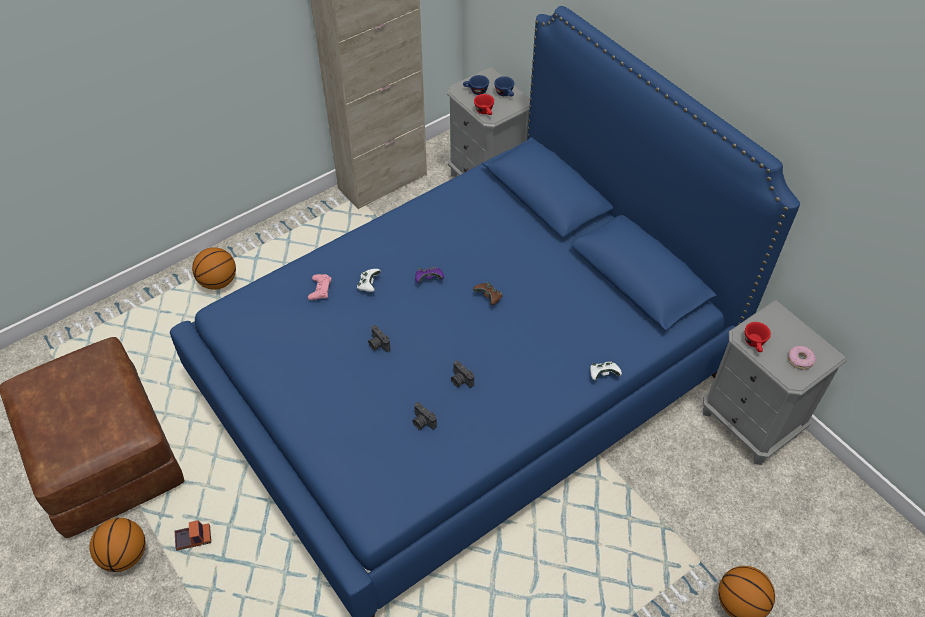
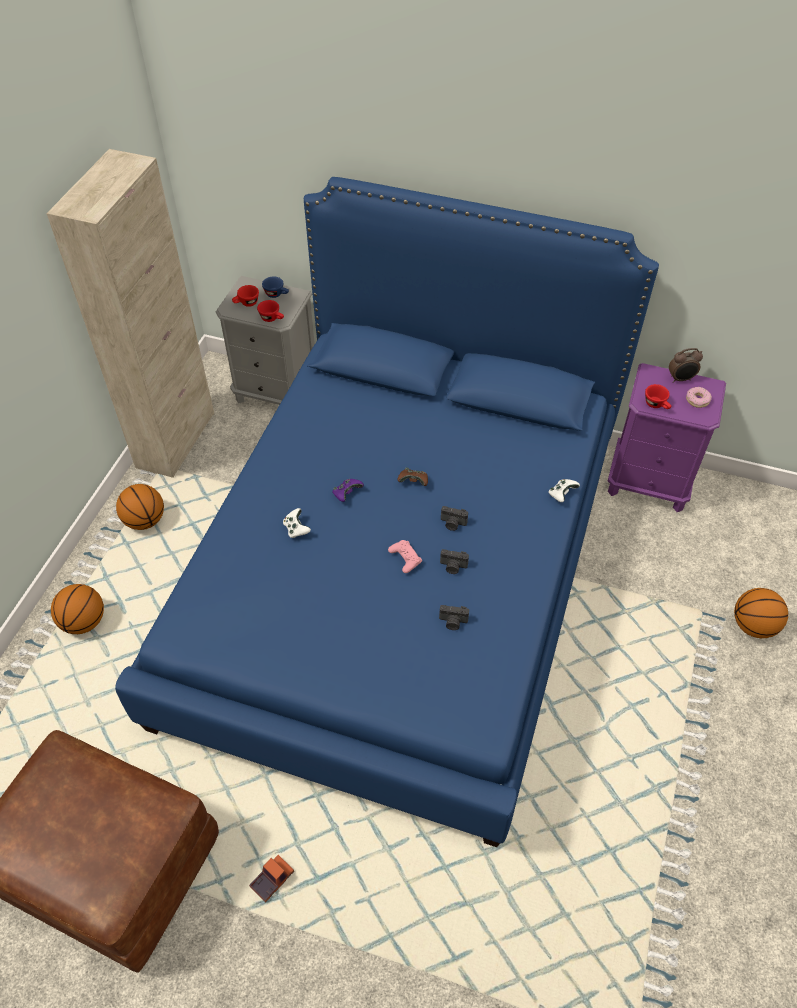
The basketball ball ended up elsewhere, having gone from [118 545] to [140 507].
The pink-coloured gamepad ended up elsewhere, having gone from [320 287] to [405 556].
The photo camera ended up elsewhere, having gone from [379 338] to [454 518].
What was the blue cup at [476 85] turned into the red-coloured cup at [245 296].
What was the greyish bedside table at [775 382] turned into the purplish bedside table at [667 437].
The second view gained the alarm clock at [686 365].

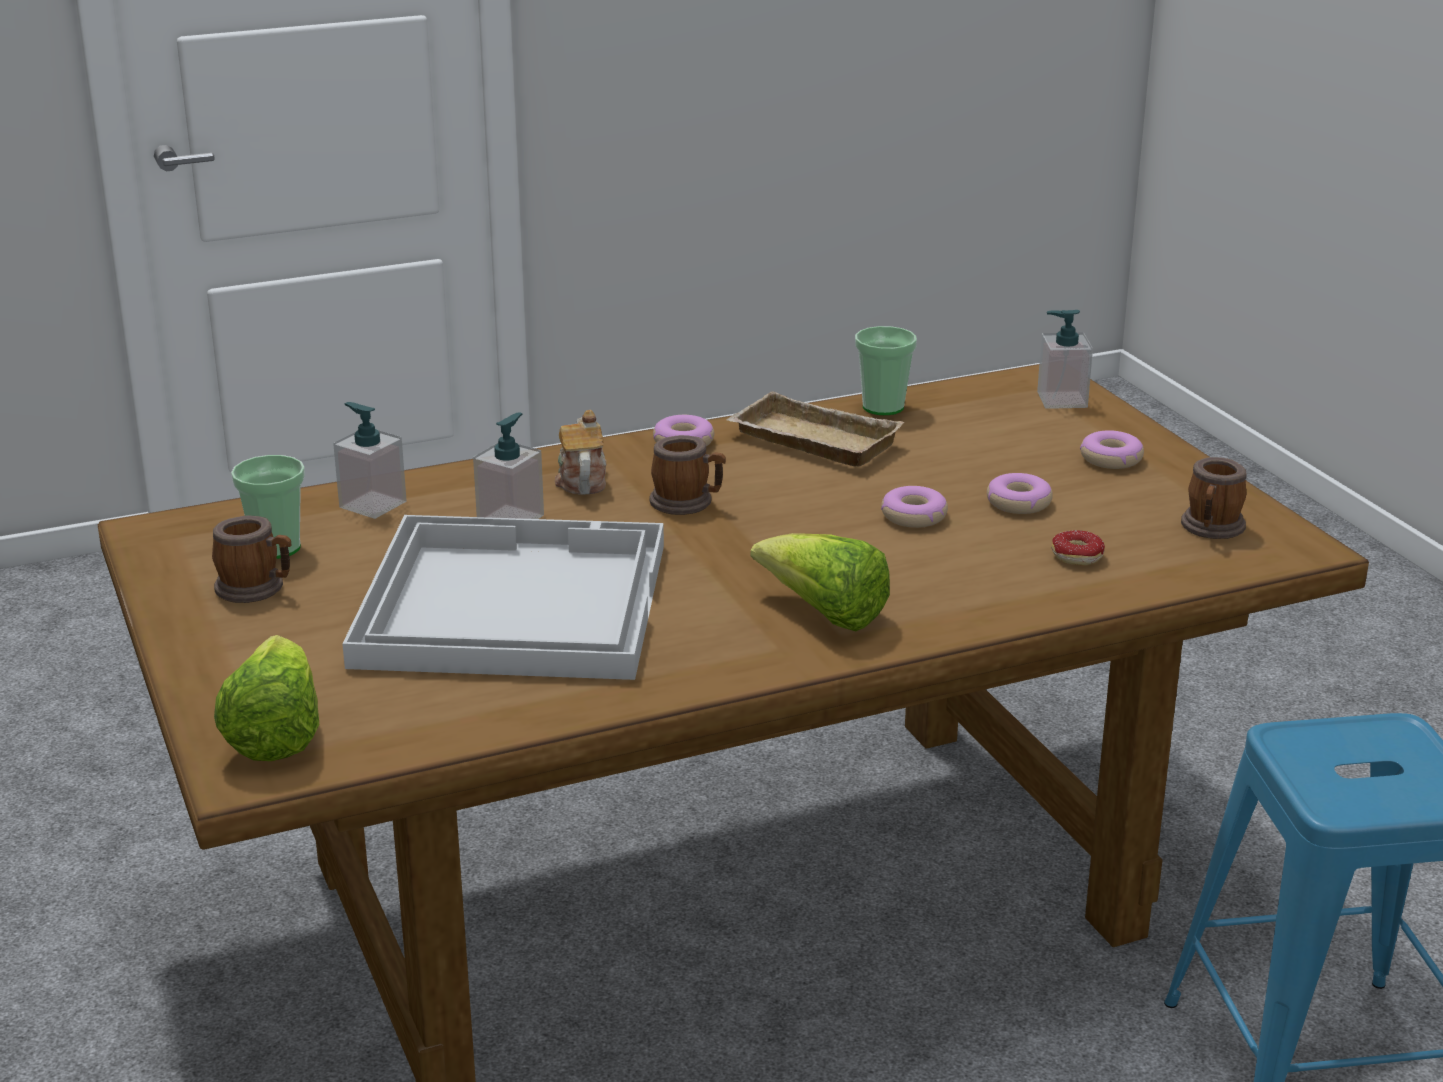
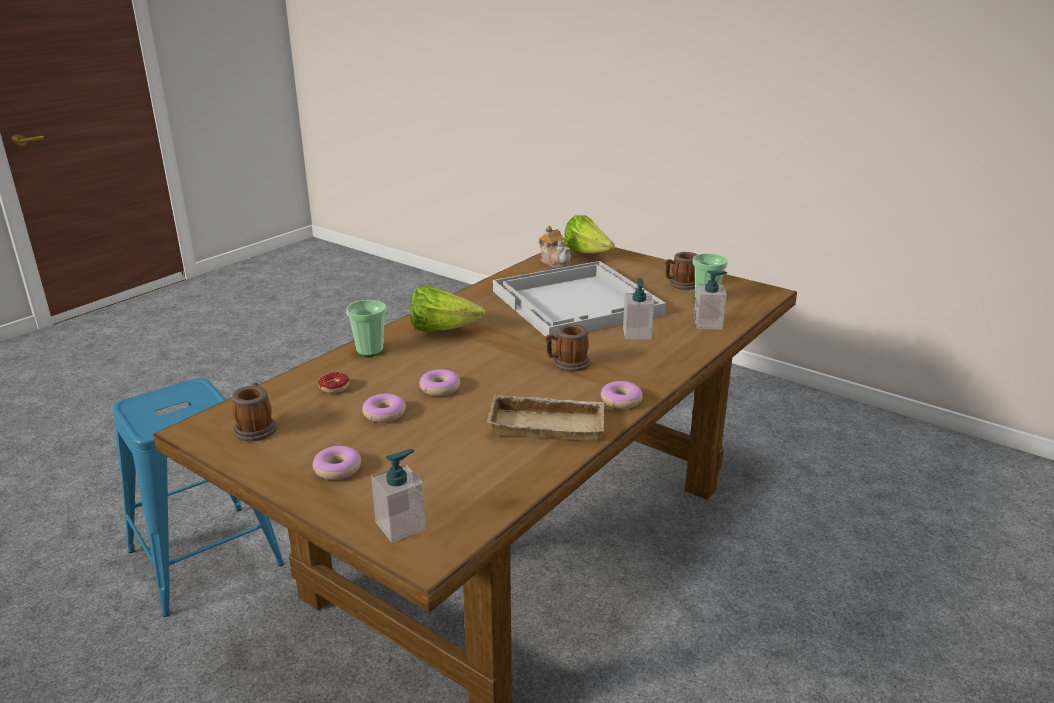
The pot for tea ended up elsewhere, having gone from [580 452] to [555 246].
The cup ended up elsewhere, having gone from [886 370] to [366 328].

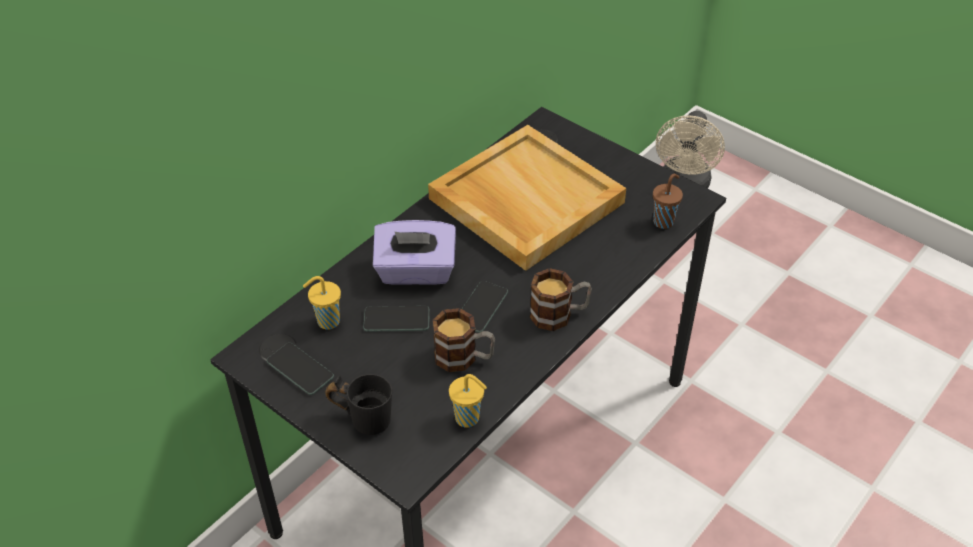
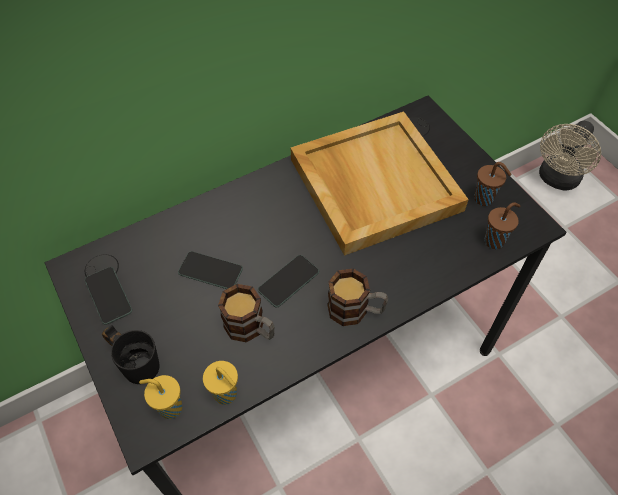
The yellow-coloured cup ended up elsewhere, having gone from [322 302] to [160 397].
The second view lost the purplish tissue box at [414 252].
The second view gained the brown-coloured cup at [492 184].

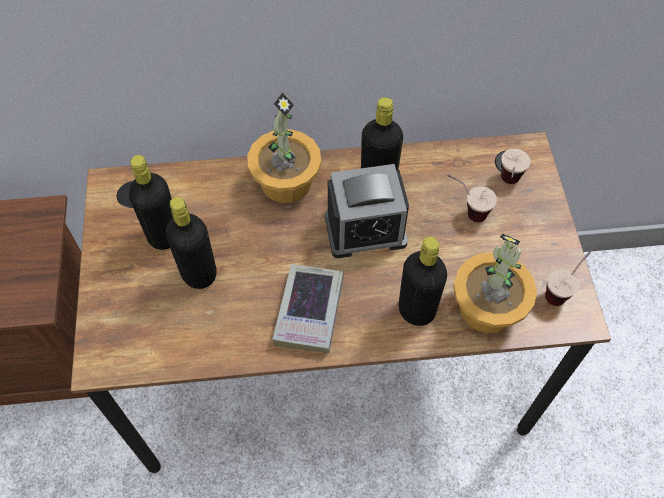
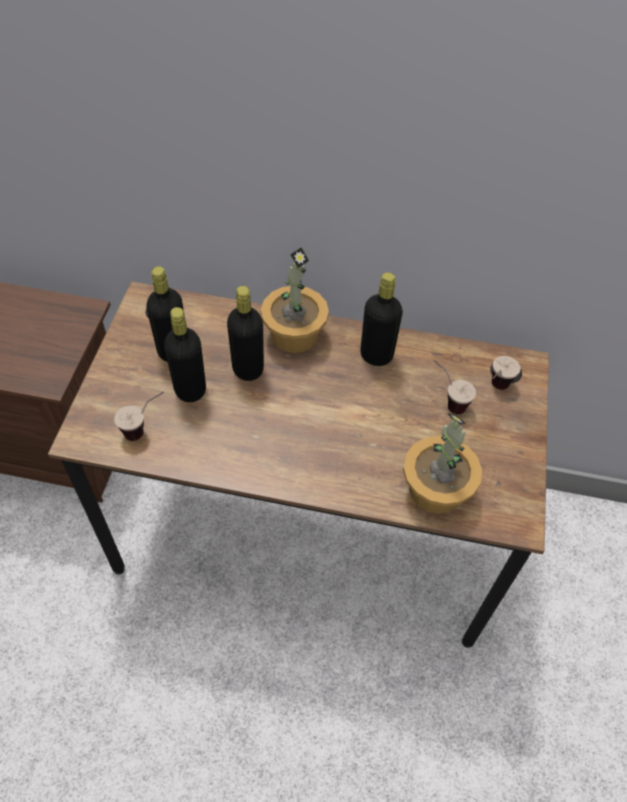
The second view lost the book at [308 308].
The second view lost the alarm clock at [367 211].
The black-coloured drink bottle ended up elsewhere, having gone from [422 281] to [245 333].
The cup ended up elsewhere, having gone from [570 276] to [139 416].

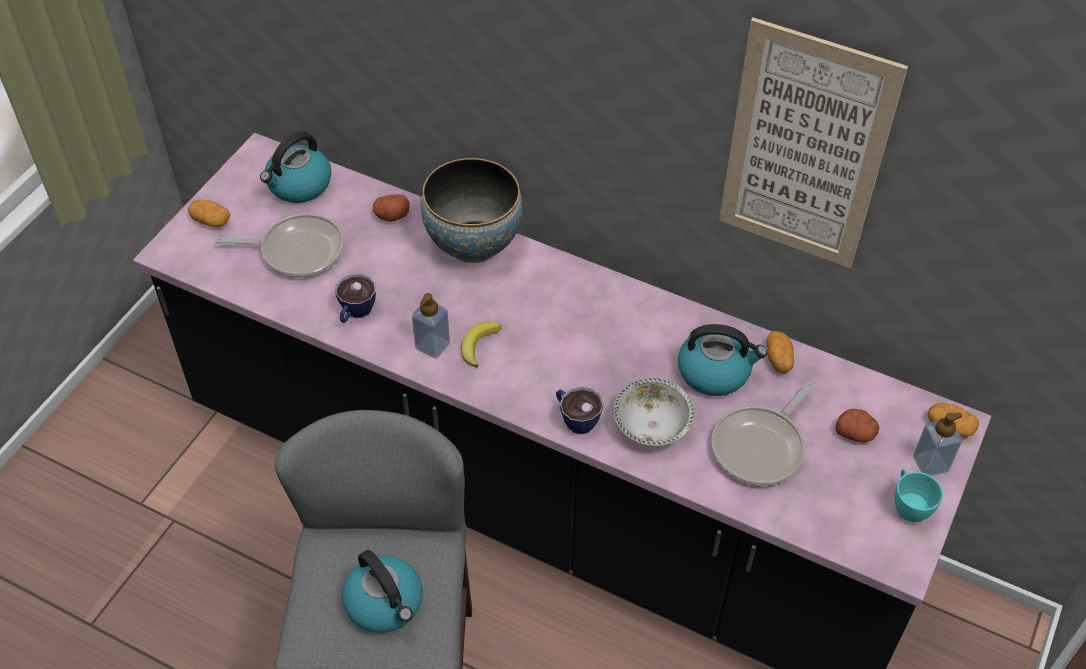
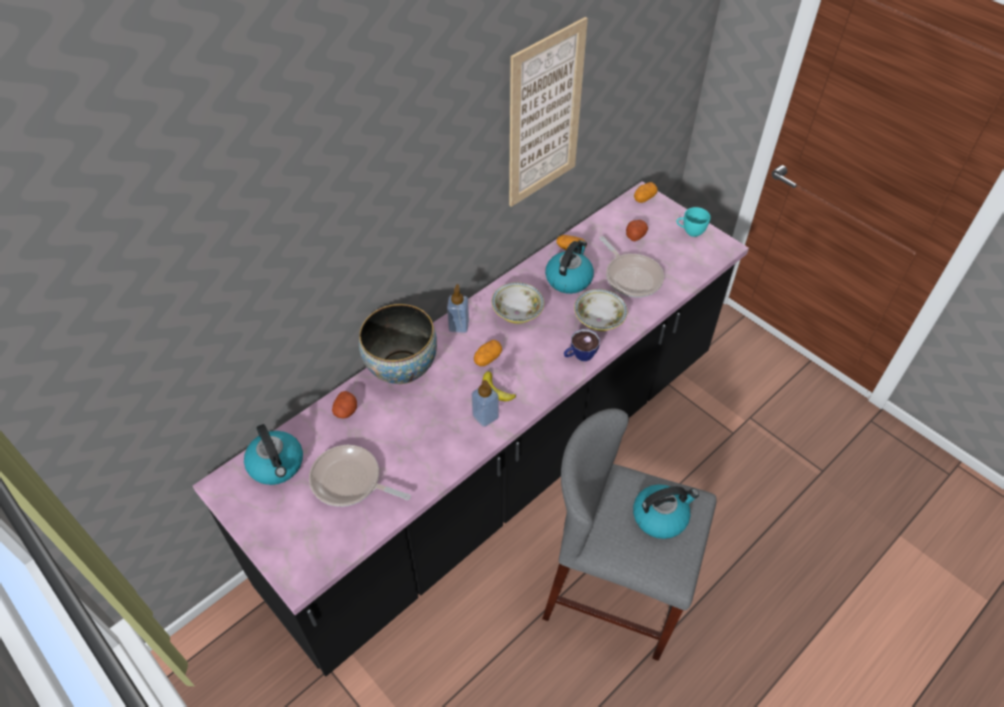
The spud ended up elsewhere, having gone from [209 213] to [488 353].
The frying pan at [279 246] ended up facing another way, 90 degrees counterclockwise from before.
The second view lost the cup at [356 298].
The soap bottle ended up elsewhere, having gone from [937 444] to [458 308].
The second view gained the bowl at [518 303].

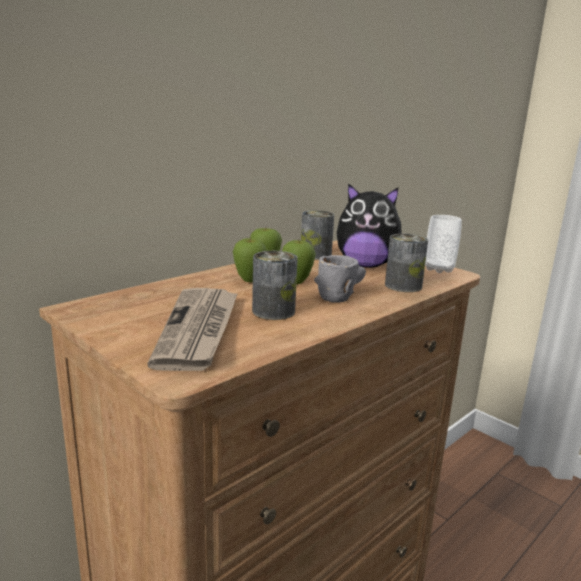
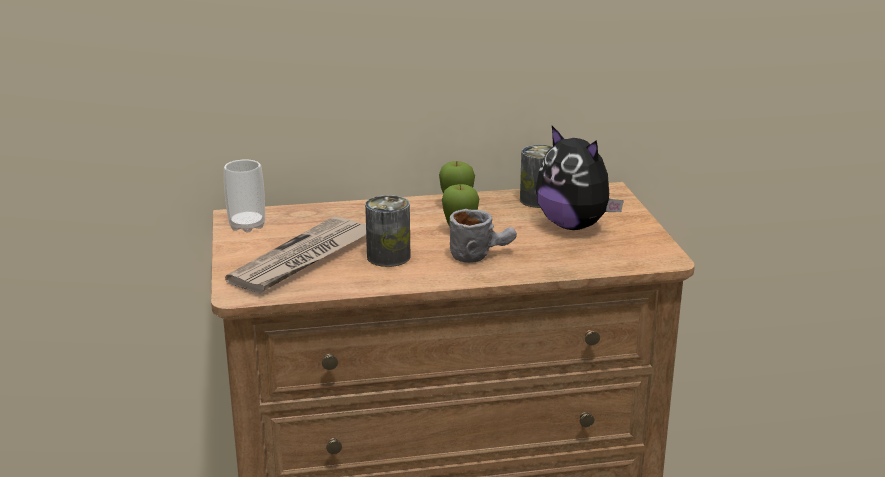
The second view lost the apple fruit at [250 260].
The second view lost the metal can at [406 263].
The cup ended up elsewhere, having gone from [443 244] to [244 196].

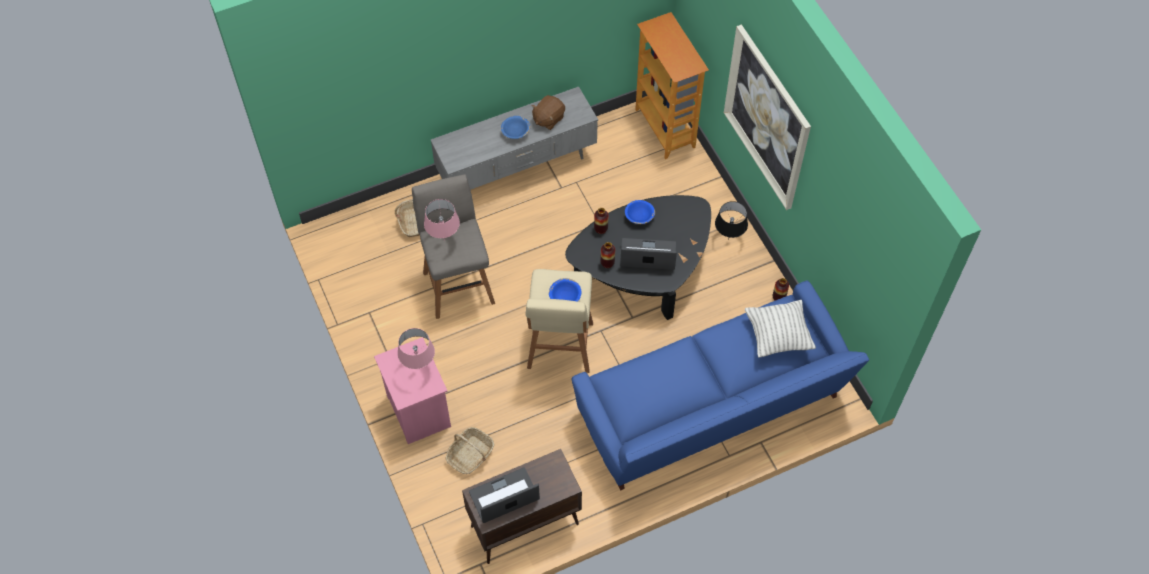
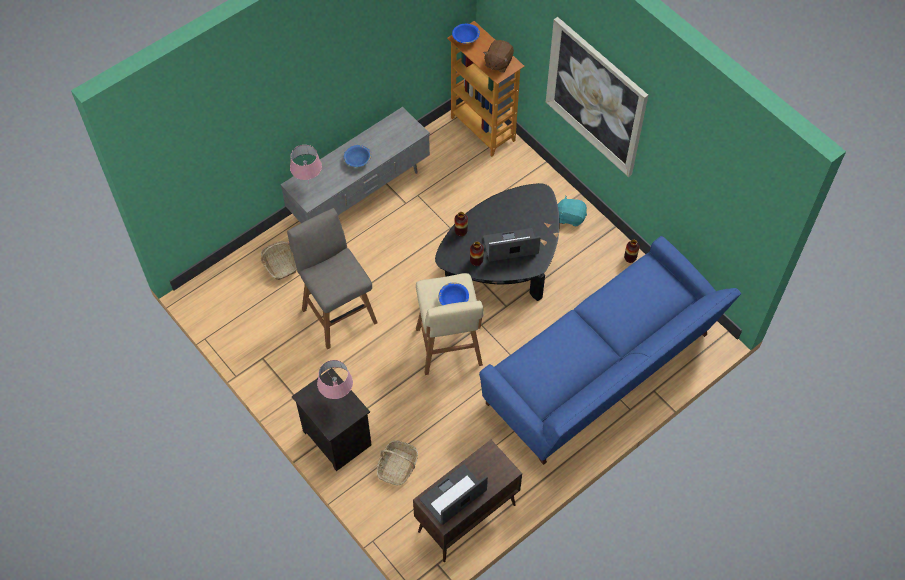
What was the pink-coloured bedside table at [412 390] turned into the black-coloured bedside table at [332 419].
The pink-coloured lamp for a table ended up elsewhere, having gone from [442 220] to [306 164].
The brown-coloured plush toy ended up elsewhere, having gone from [548 112] to [498 56].
The blue bowl ended up elsewhere, having gone from [640 212] to [466 34].
Where the black-coloured lamp for a table stood at [731 220], the blue-green plush toy came to stand at [572 211].
The second view lost the pillow at [780 328].

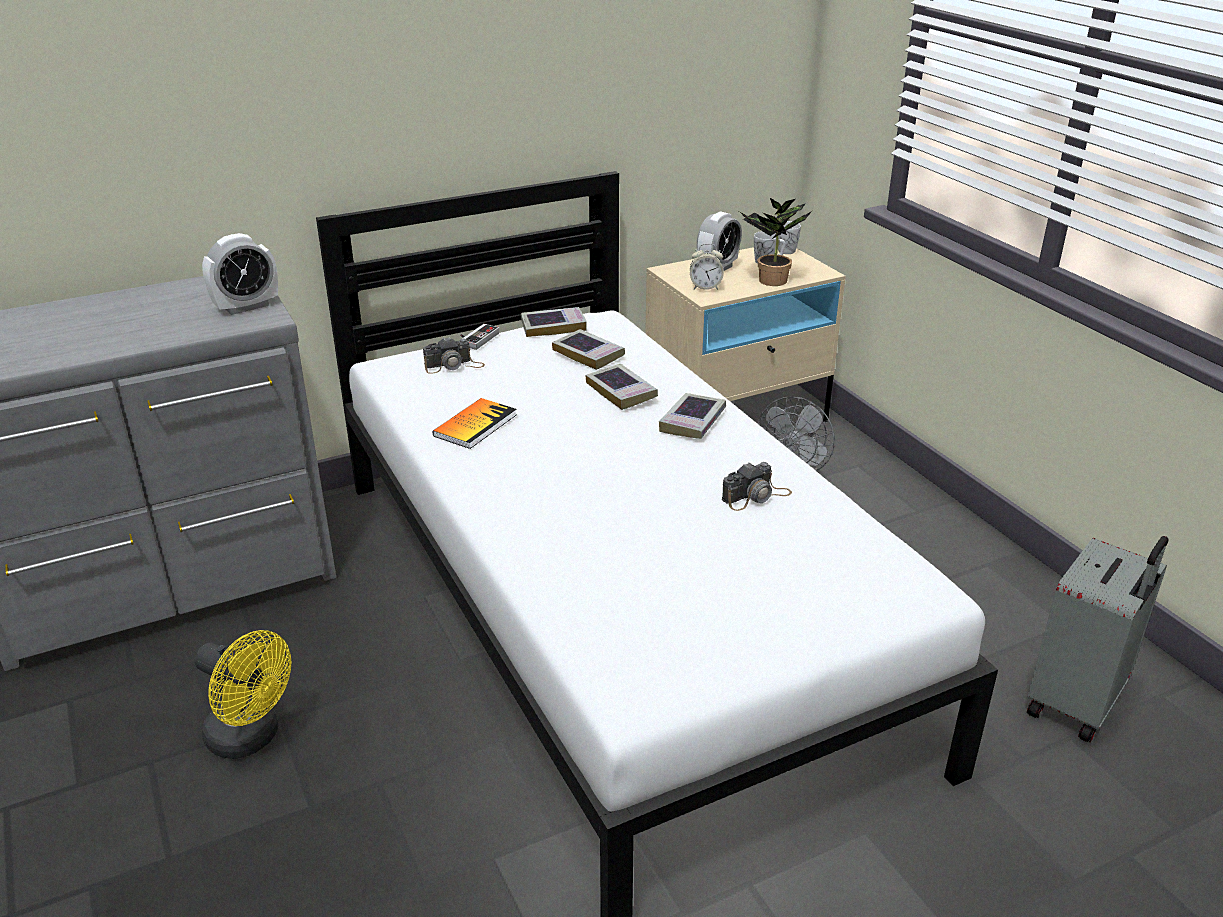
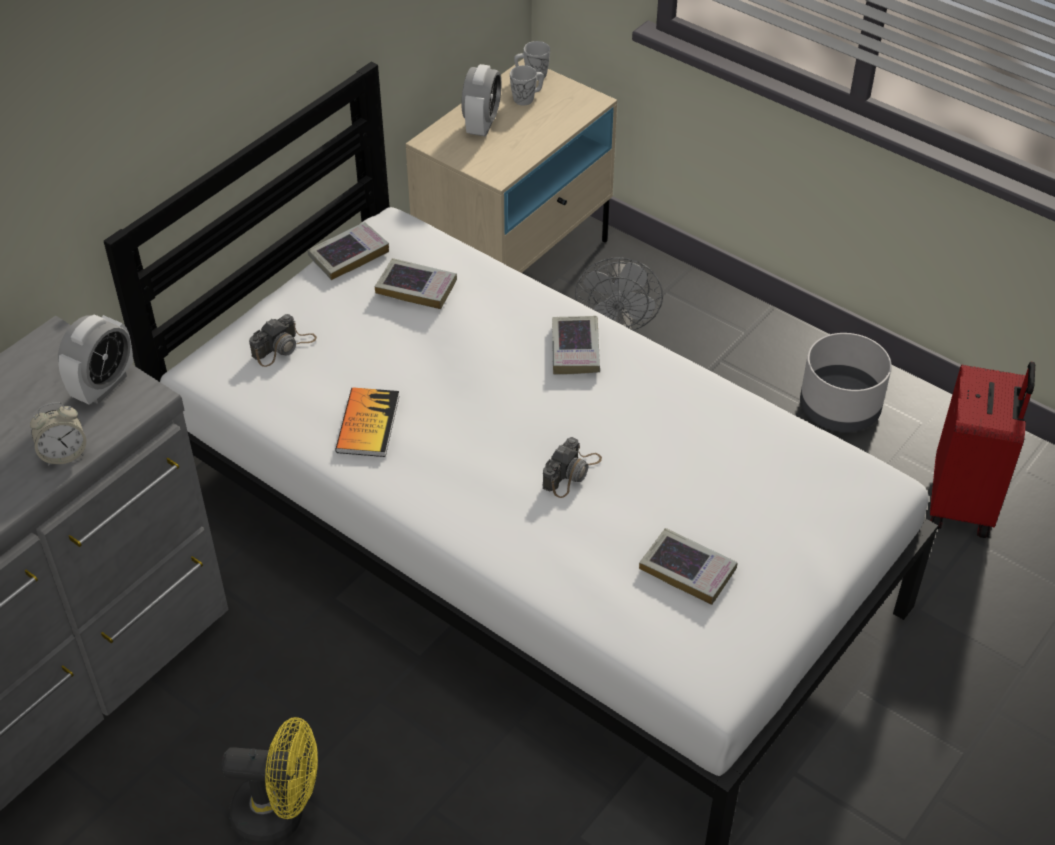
The second view lost the gamepad at [480 337].
The book ended up elsewhere, having gone from [621 387] to [688 566].
The alarm clock ended up elsewhere, having gone from [707 266] to [58 434].
The photo camera ended up elsewhere, having gone from [757 486] to [572 467].
The second view lost the plant in a pot at [776 242].
What was the greyish suitcase at [1097 639] turned into the red-coloured suitcase at [982 450].
The second view gained the greyish flower pot at [846 382].

